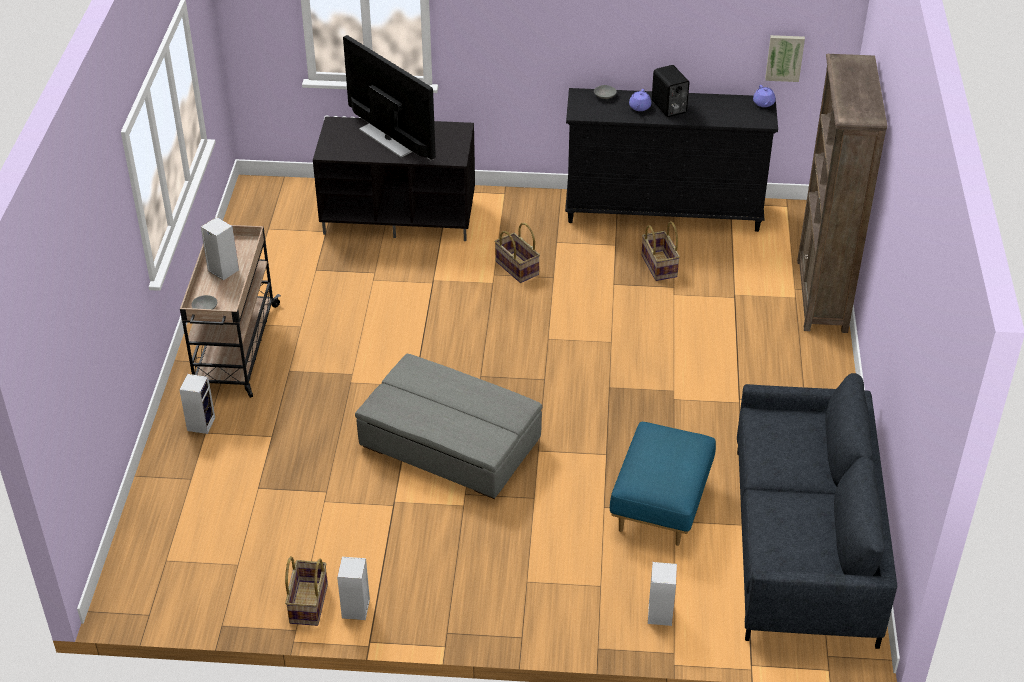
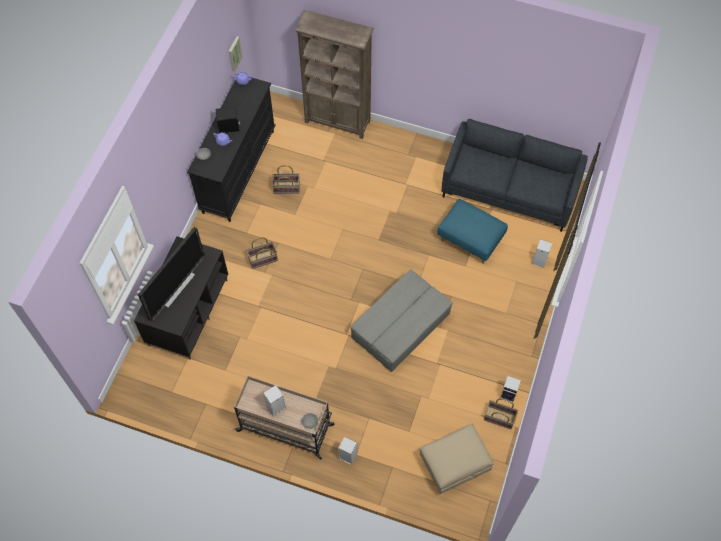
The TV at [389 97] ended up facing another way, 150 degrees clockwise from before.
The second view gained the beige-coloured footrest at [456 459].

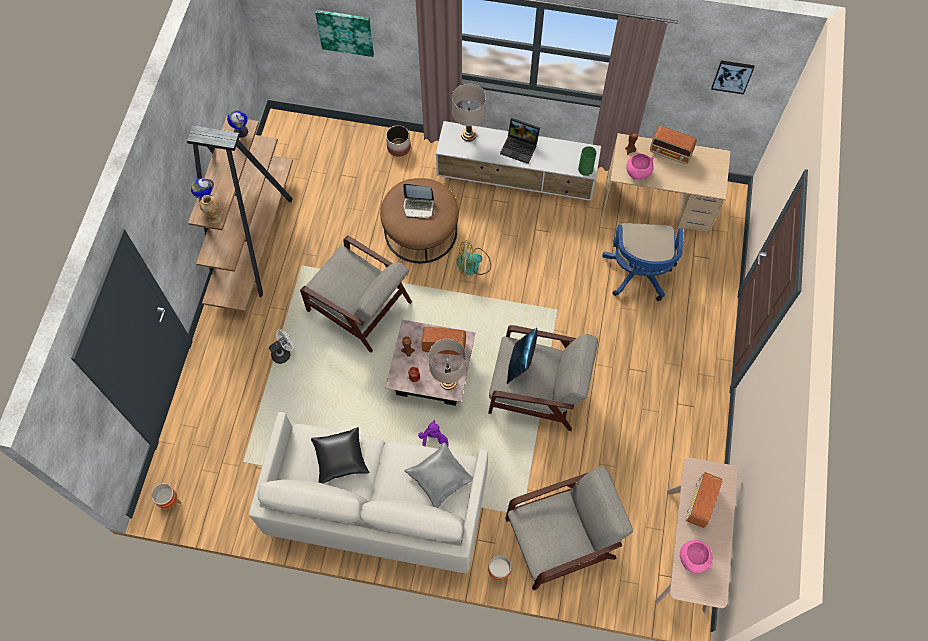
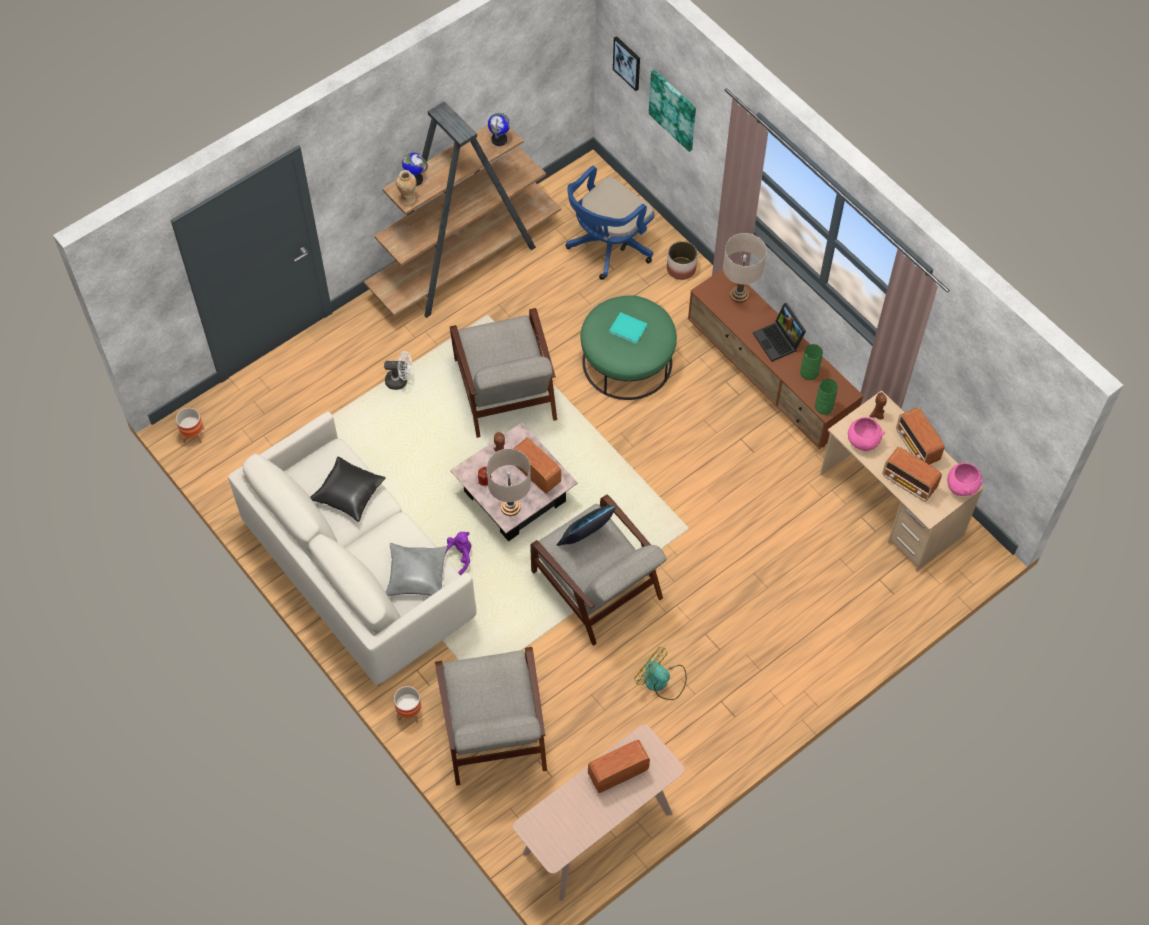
What was the brown-coloured footrest at [419 220] turned into the green footrest at [629 347].
Where the portable computer stood at [419 201], the blue-green book came to stand at [628 328].
What was the white-coloured tv unit at [518 161] turned into the brown-coloured tv unit at [775 359].
The fan ended up elsewhere, having gone from [473 257] to [660 673].
The greyish lounge chair at [569 529] ended up facing another way, 60 degrees clockwise from before.
The blue desk chair ended up elsewhere, having gone from [642 262] to [609 223].
The pink-coloured bowl ended up elsewhere, having gone from [696 556] to [964 479].
The wall art ended up elsewhere, having gone from [733 77] to [626 63].
The second view gained the green flower vase at [811 362].
The second view gained the radio set at [912 474].

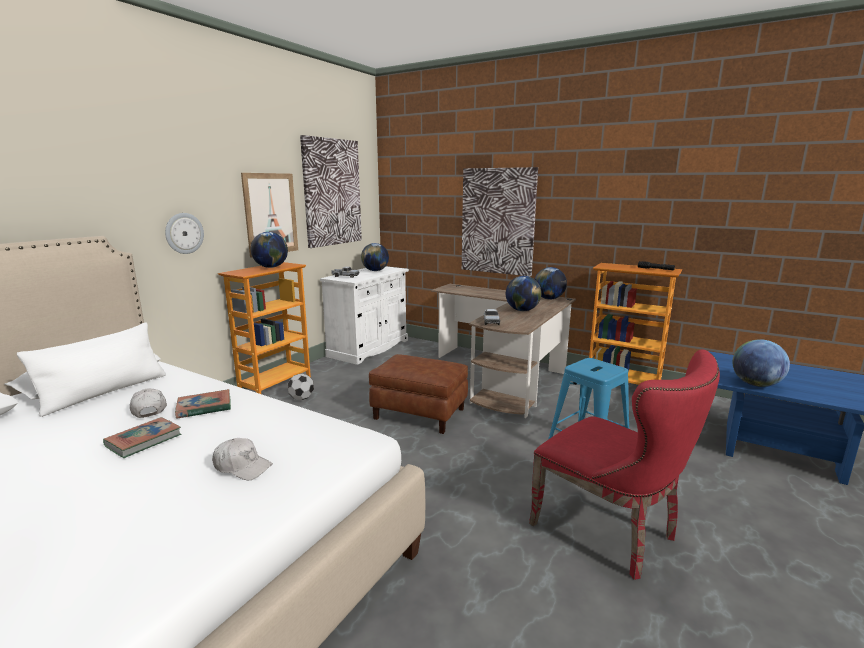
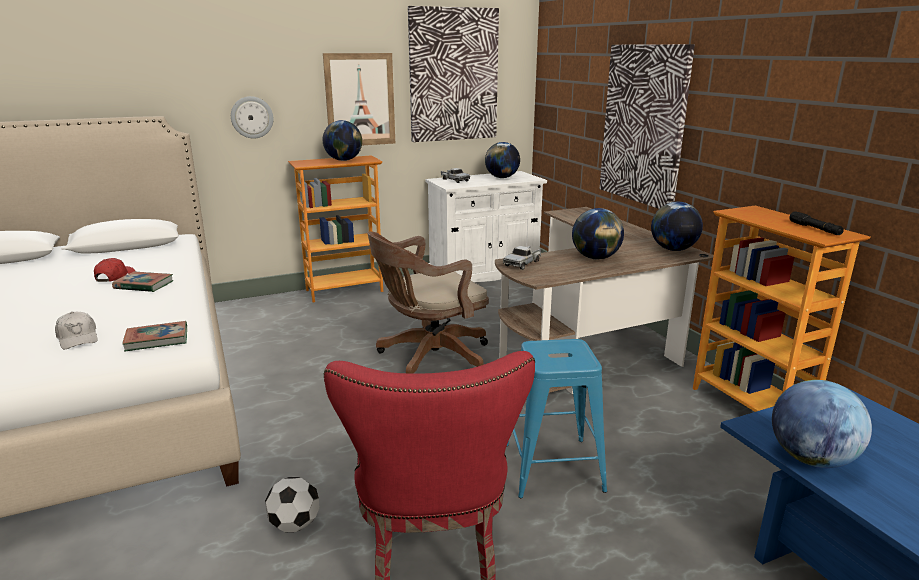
The second view lost the white-coloured pillow at [91 369].
The book ended up elsewhere, having gone from [142 437] to [154 336].
What was the white-coloured cap at [148 403] turned into the red-coloured cap at [114 270].
The football ended up elsewhere, having gone from [301 387] to [292 504].
Where the brown-coloured footrest stood at [418 394], the brown-coloured desk chair came to stand at [428 302].

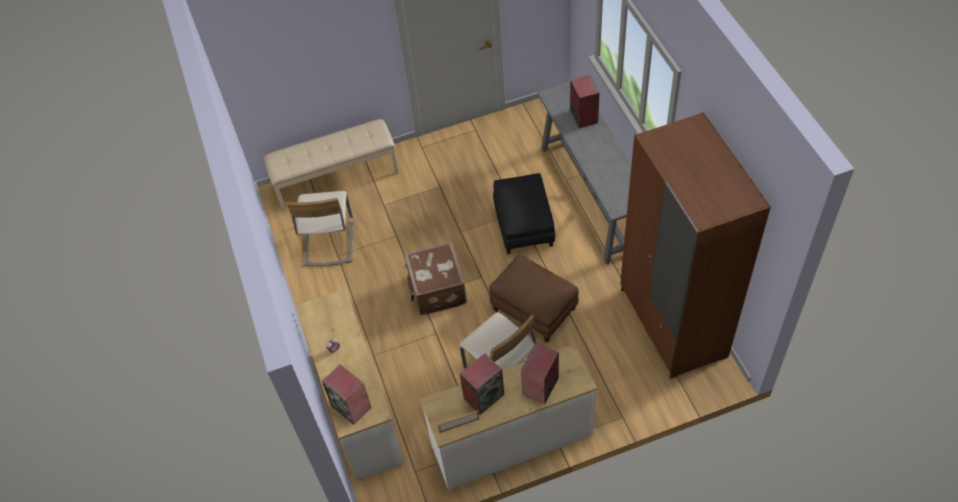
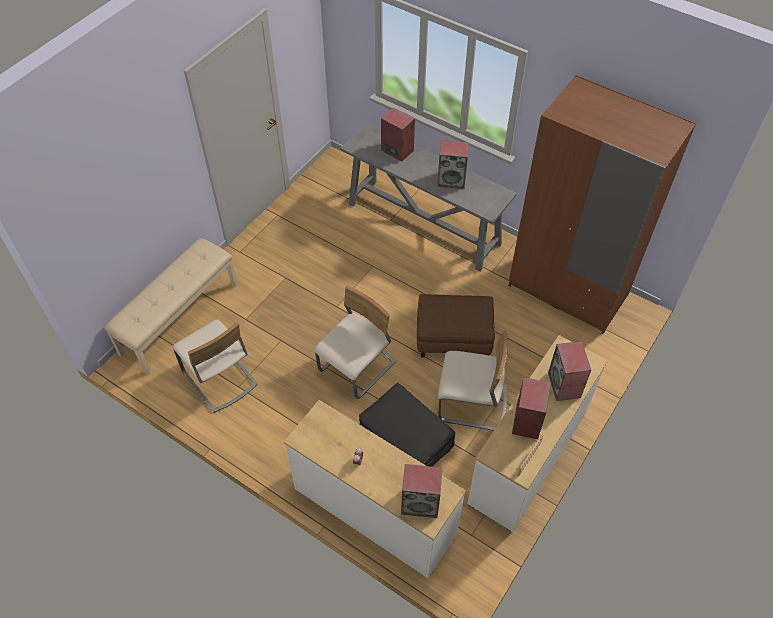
Where the brown-coloured suitcase stood at [435 279], the beige-coloured chair came to stand at [355 342].
The black-coloured footrest ended up elsewhere, having gone from [524 213] to [407 425].
The second view gained the loudspeaker at [453 164].

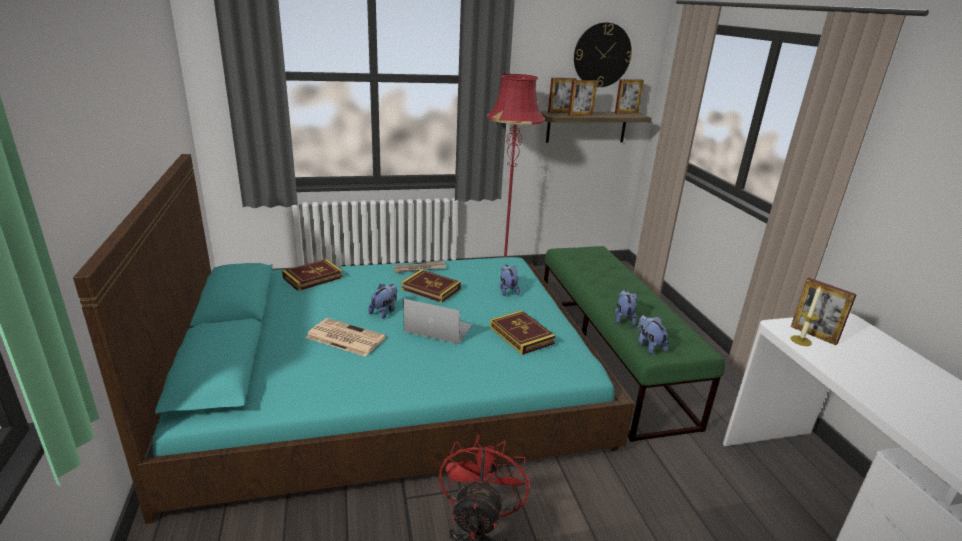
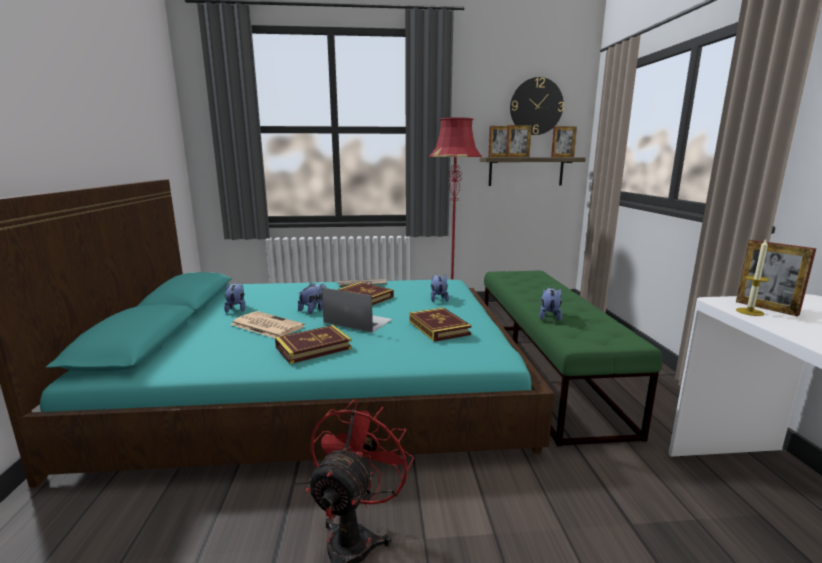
The book ended up elsewhere, having gone from [312 275] to [313 344].
The plush toy ended up elsewhere, having gone from [653 335] to [234 298].

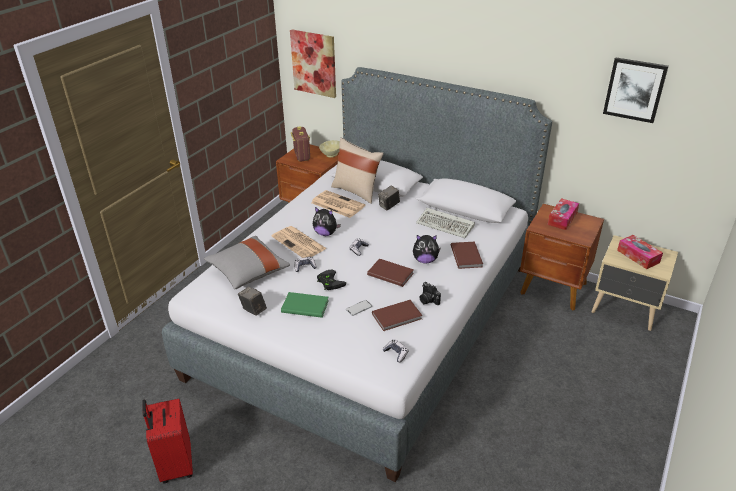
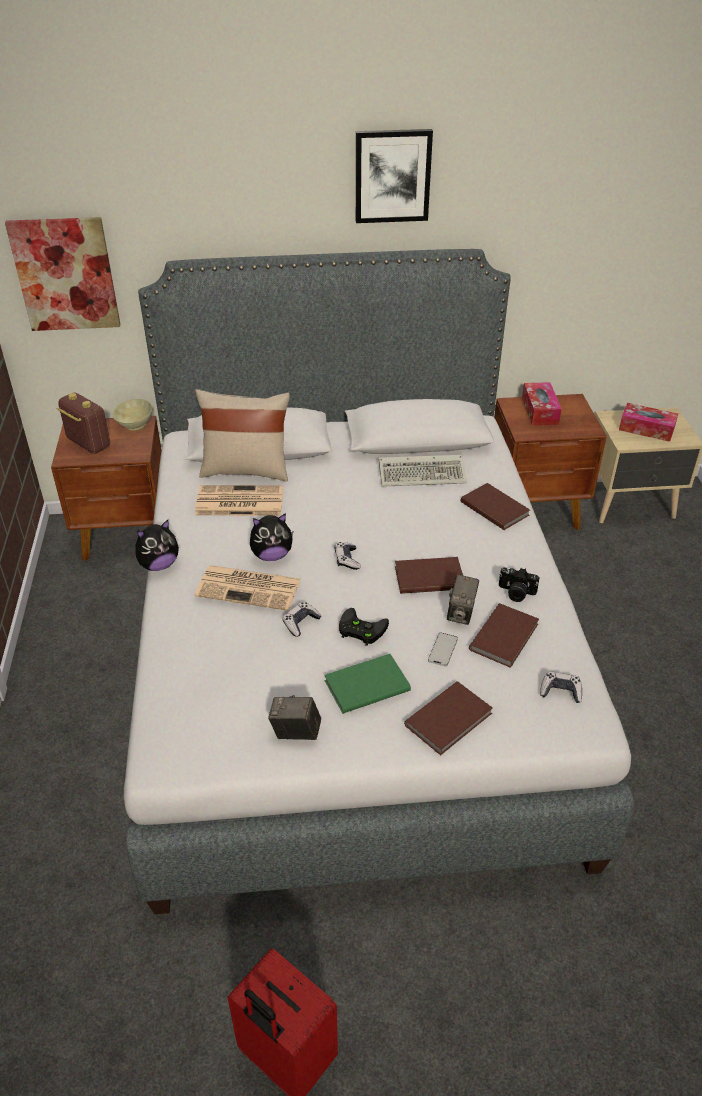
The second view lost the greyish pillow at [247 262].
The photo camera ended up elsewhere, having gone from [389 198] to [463 599].
The plush toy ended up elsewhere, having gone from [427 249] to [157 545].
The wall art ended up elsewhere, having gone from [635 90] to [394 176].
The second view gained the brown-coloured book at [448 718].

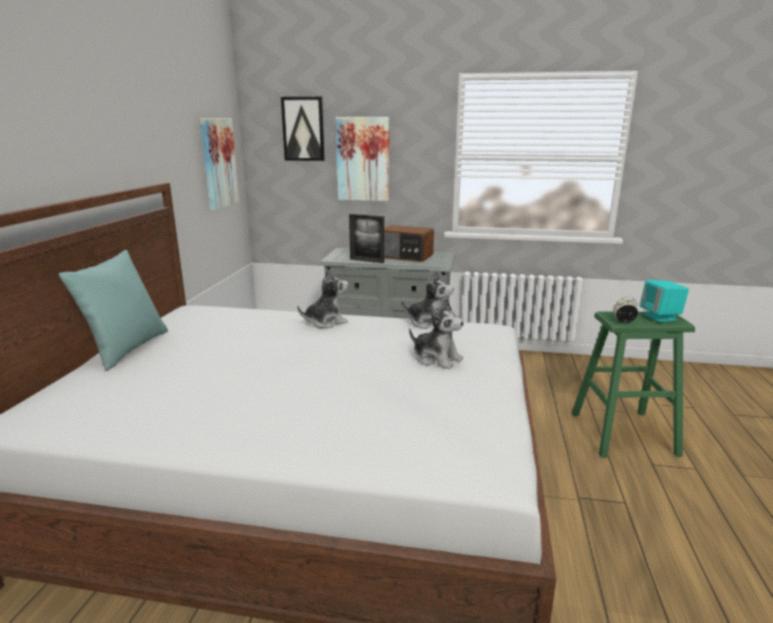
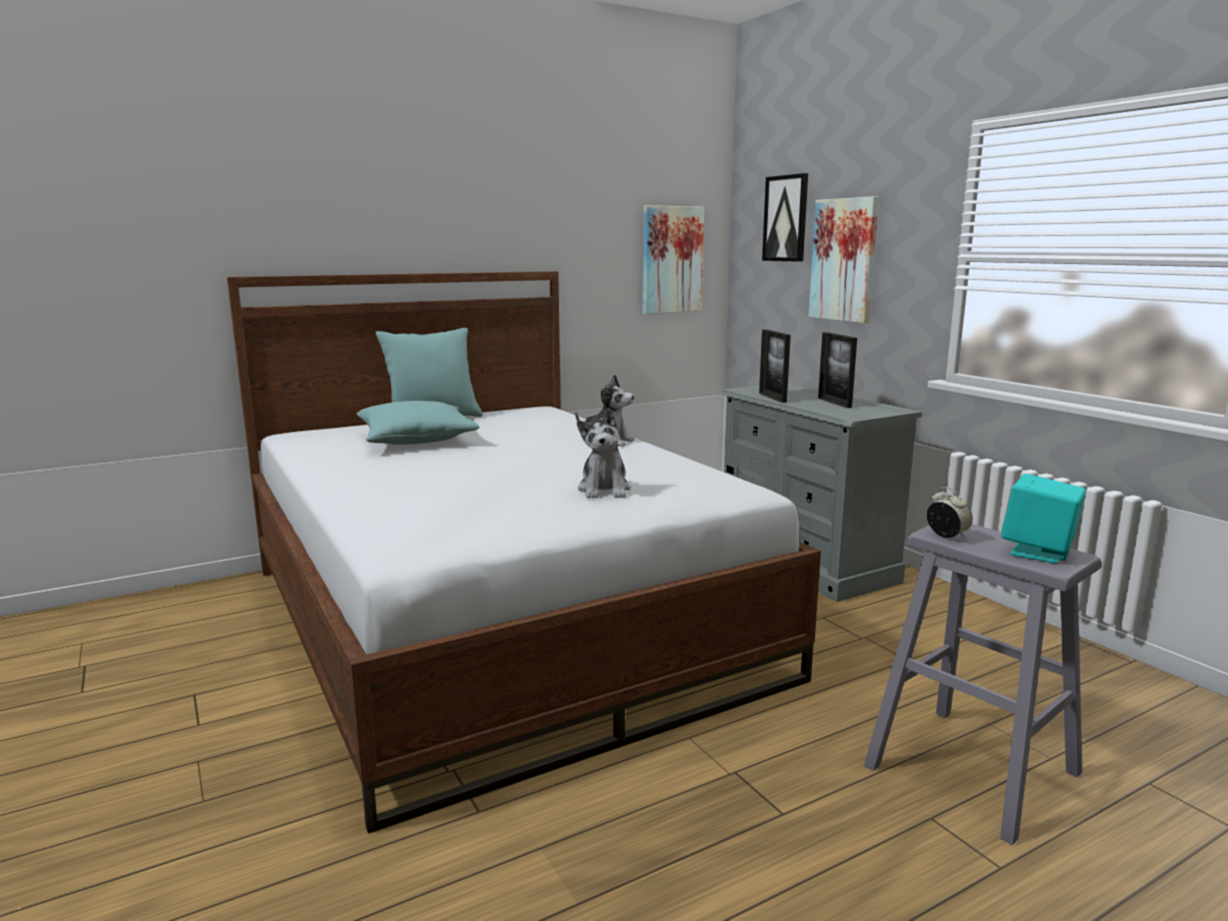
Where the radio set stood at [409 243], the standing frame came to stand at [837 370].
The second view lost the plush toy at [427 299].
What was the green stool at [633 384] turned into the greyish stool at [983 684].
The second view gained the blue-green pillow at [417 423].

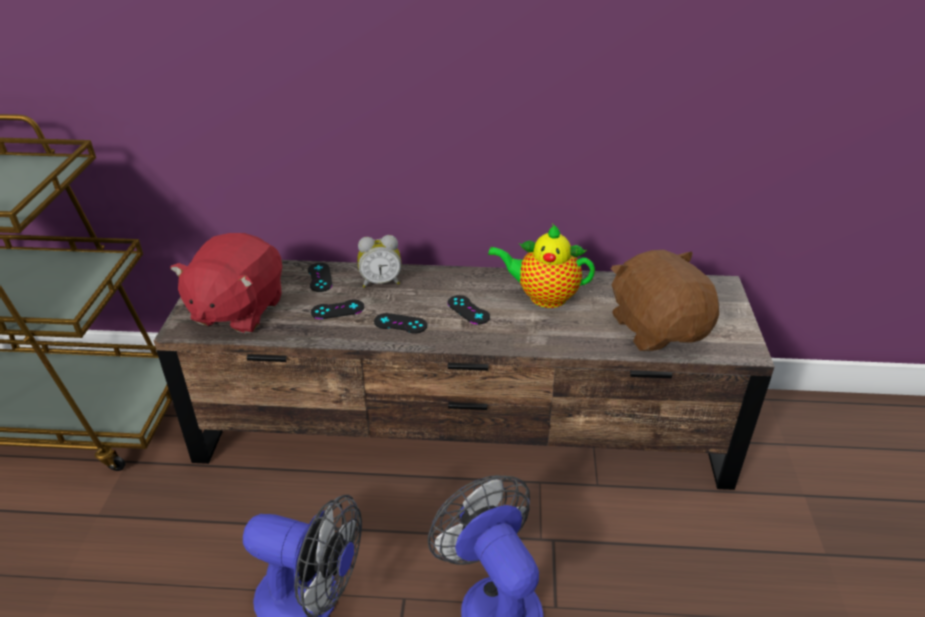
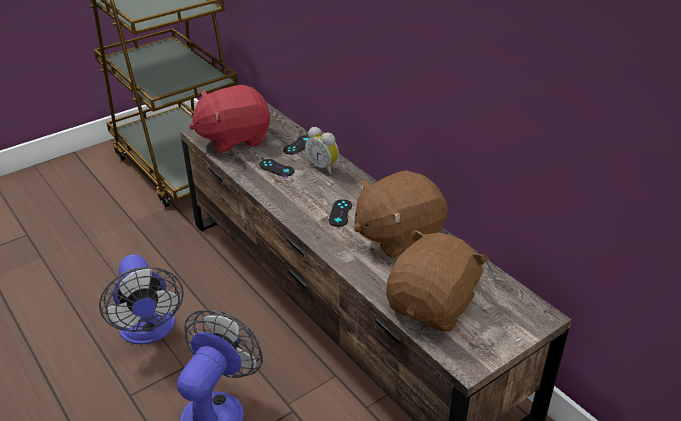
The second view lost the black-coloured gamepad at [400 323].
Where the pot for tea stood at [541 266], the brown-coloured plush toy came to stand at [401 214].

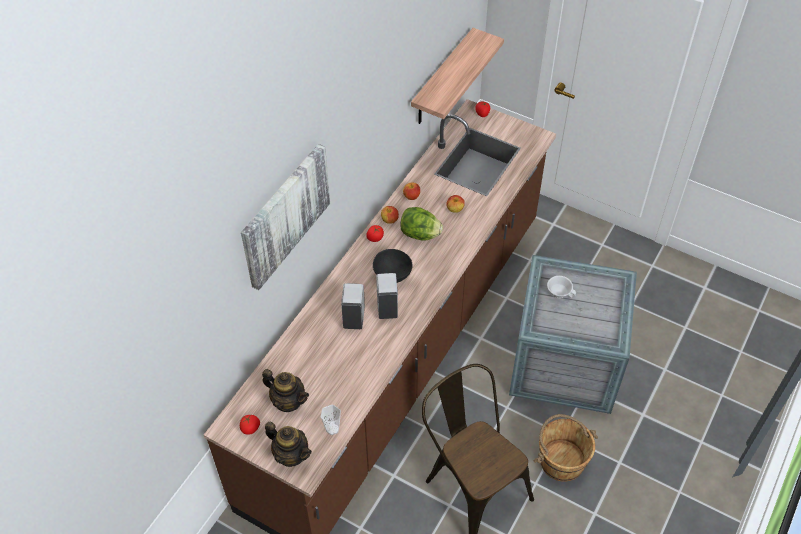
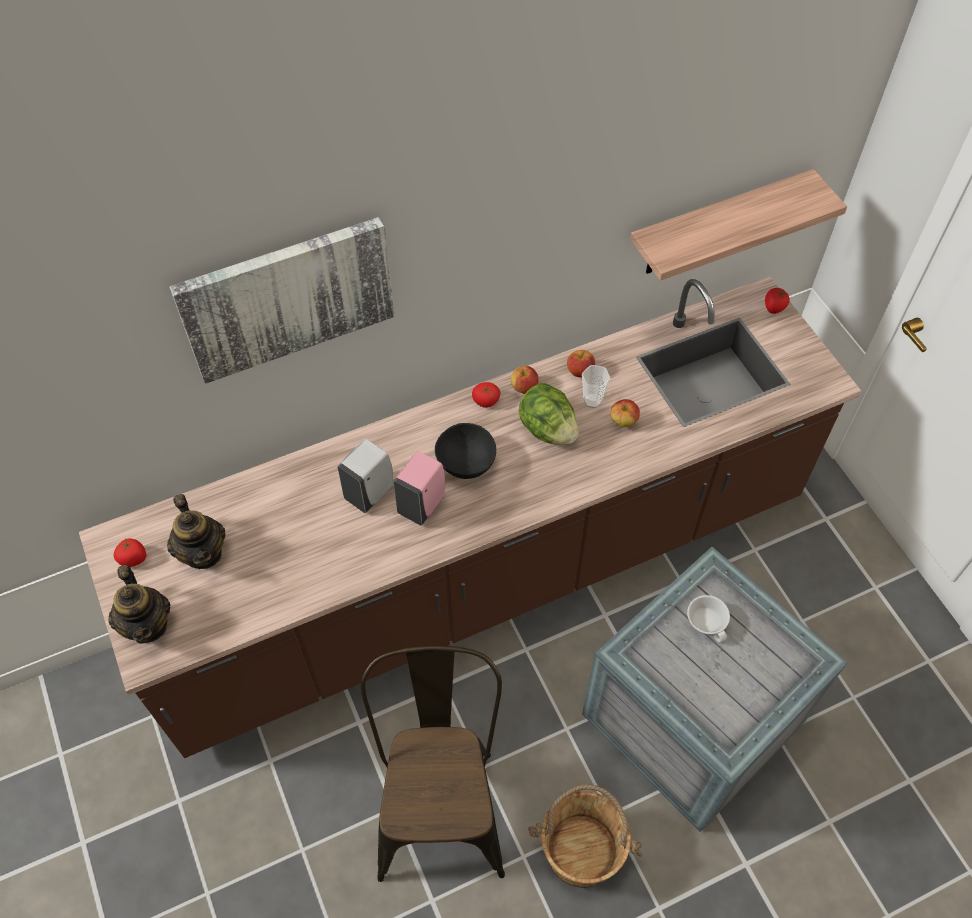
The cup ended up elsewhere, having gone from [331 420] to [596 386].
What was the white-coloured soap bottle at [387 296] turned into the pink-coloured soap bottle at [419 488].

